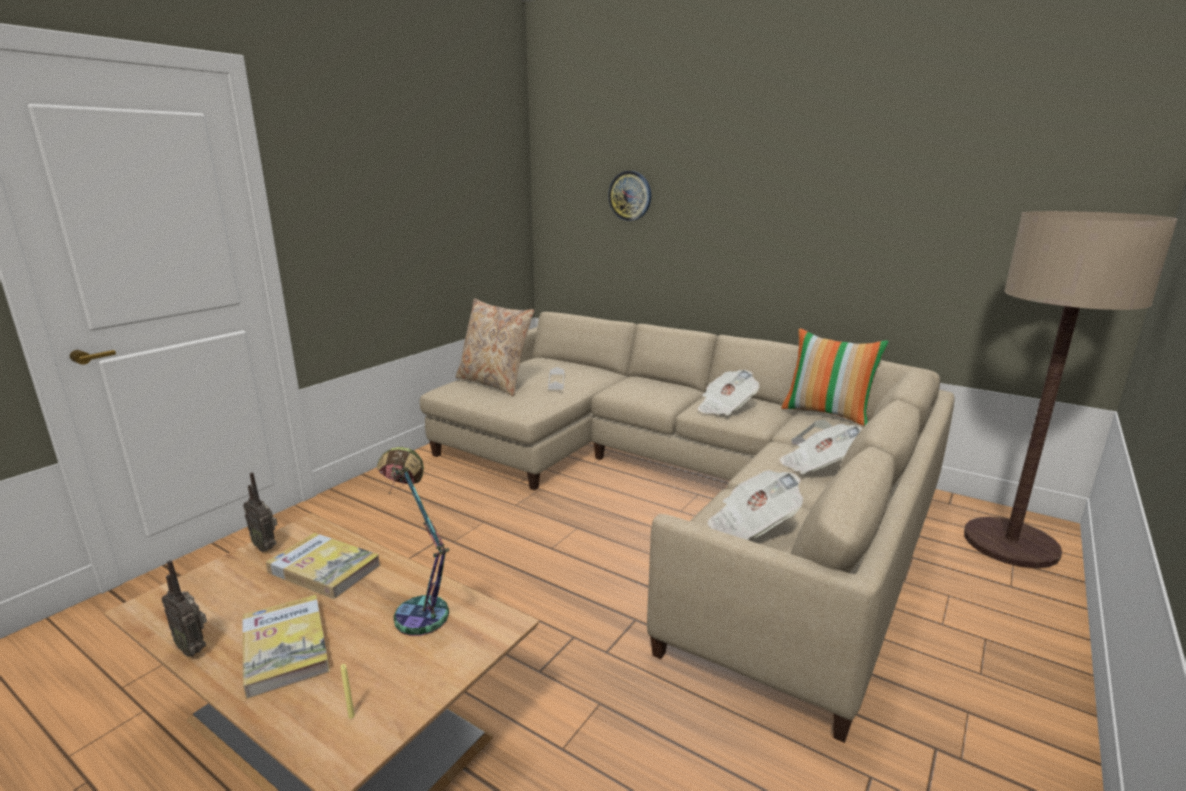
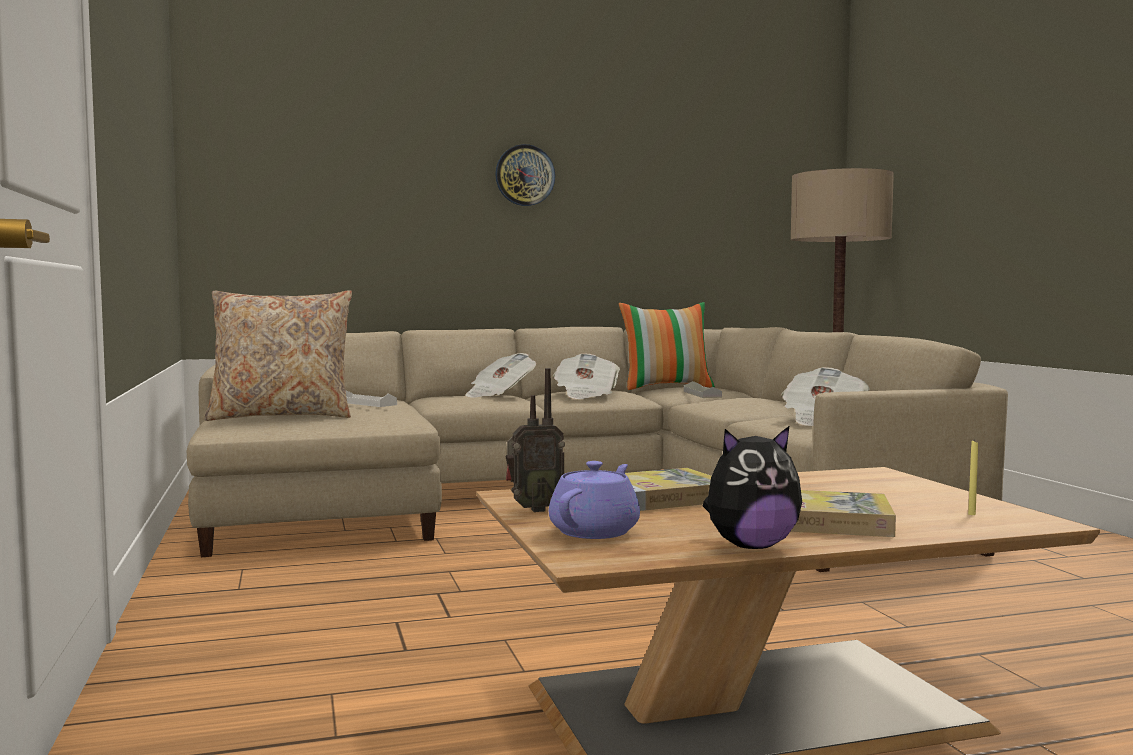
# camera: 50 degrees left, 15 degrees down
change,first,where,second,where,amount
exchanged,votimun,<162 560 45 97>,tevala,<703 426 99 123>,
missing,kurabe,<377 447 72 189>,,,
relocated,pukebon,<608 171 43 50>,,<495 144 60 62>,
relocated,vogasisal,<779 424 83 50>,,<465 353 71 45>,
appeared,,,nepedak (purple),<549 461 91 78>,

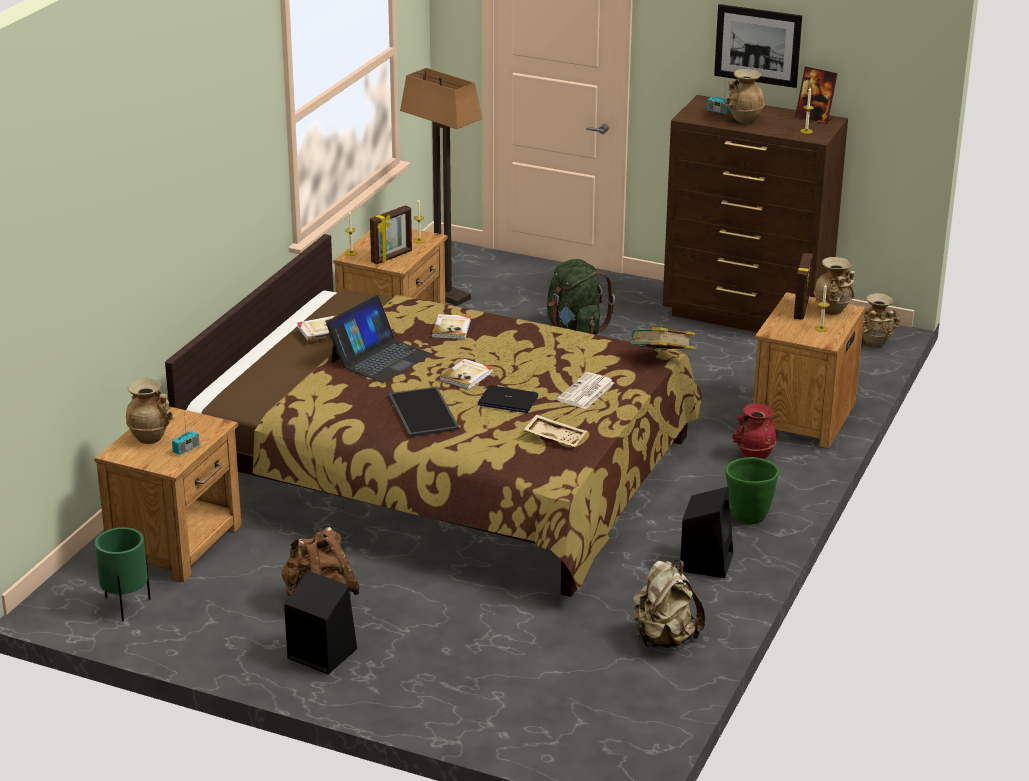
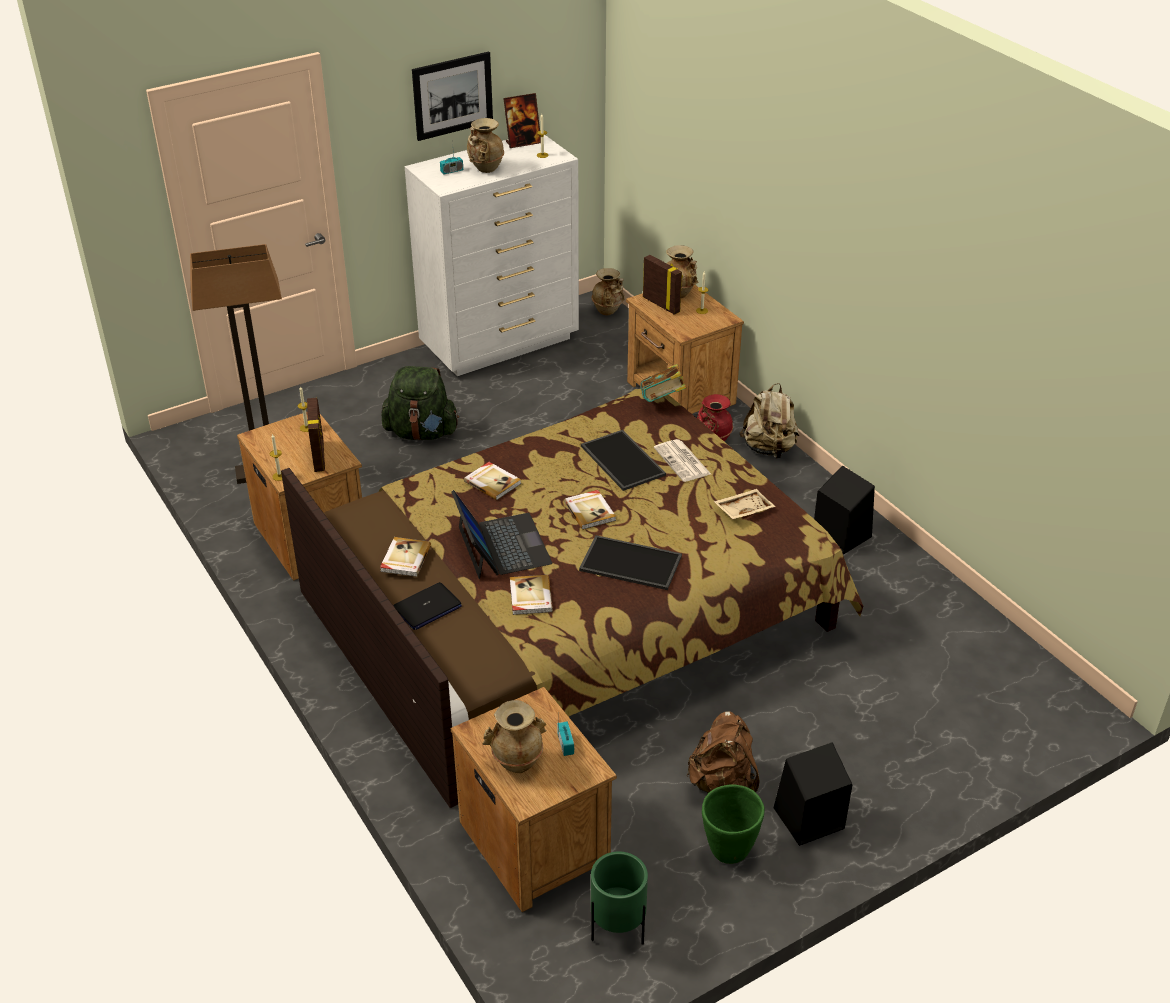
# camera: 55 degrees left, 10 degrees up
change,first,where,second,where,amount
relocated,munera,<478 385 60 28>,,<393 582 69 48>,
relocated,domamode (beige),<633 560 72 88>,,<739 383 60 76>,
colour,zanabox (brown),<663 95 185 237>,zanabox (white),<405 135 174 241>,
relocated,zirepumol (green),<726 457 53 67>,,<702 785 63 79>,
appeared,,,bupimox,<510 575 43 40>,
appeared,,,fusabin,<581 430 85 61>,

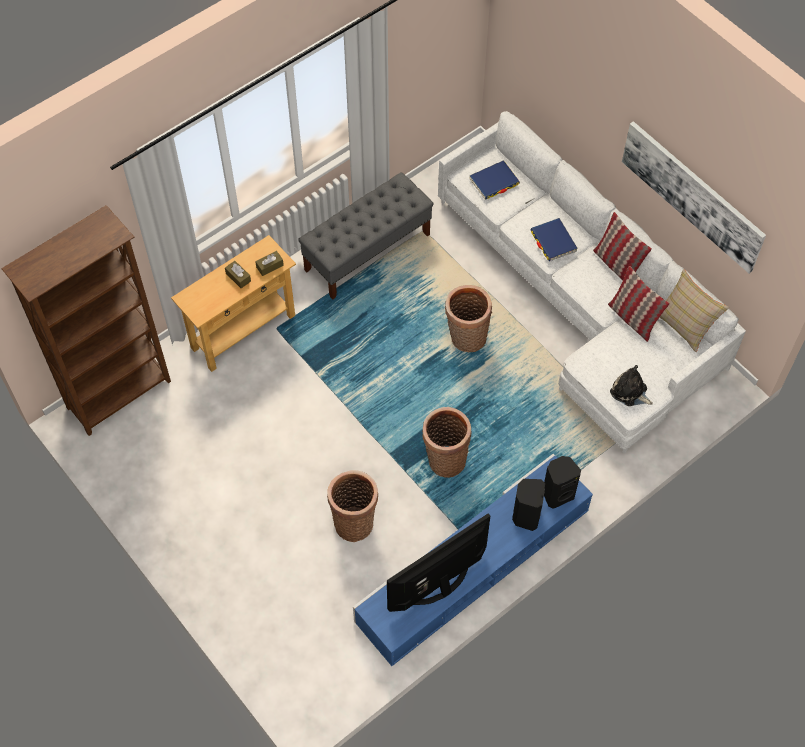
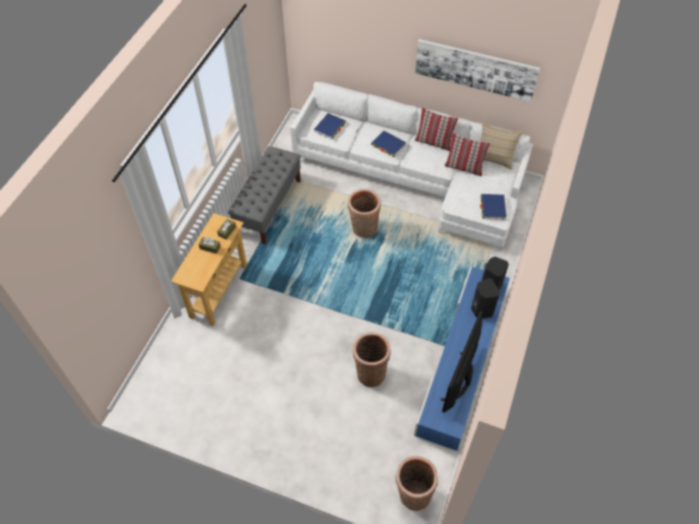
# camera: 30 degrees left, 5 degrees down
change,first,where,second,where,amount
missing,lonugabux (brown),<1 205 170 231>,,,
relocated,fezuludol,<422 407 49 71>,,<395 456 43 55>,
exchanged,tevala,<610 365 43 41>,bupimox (blue),<480 194 26 26>,

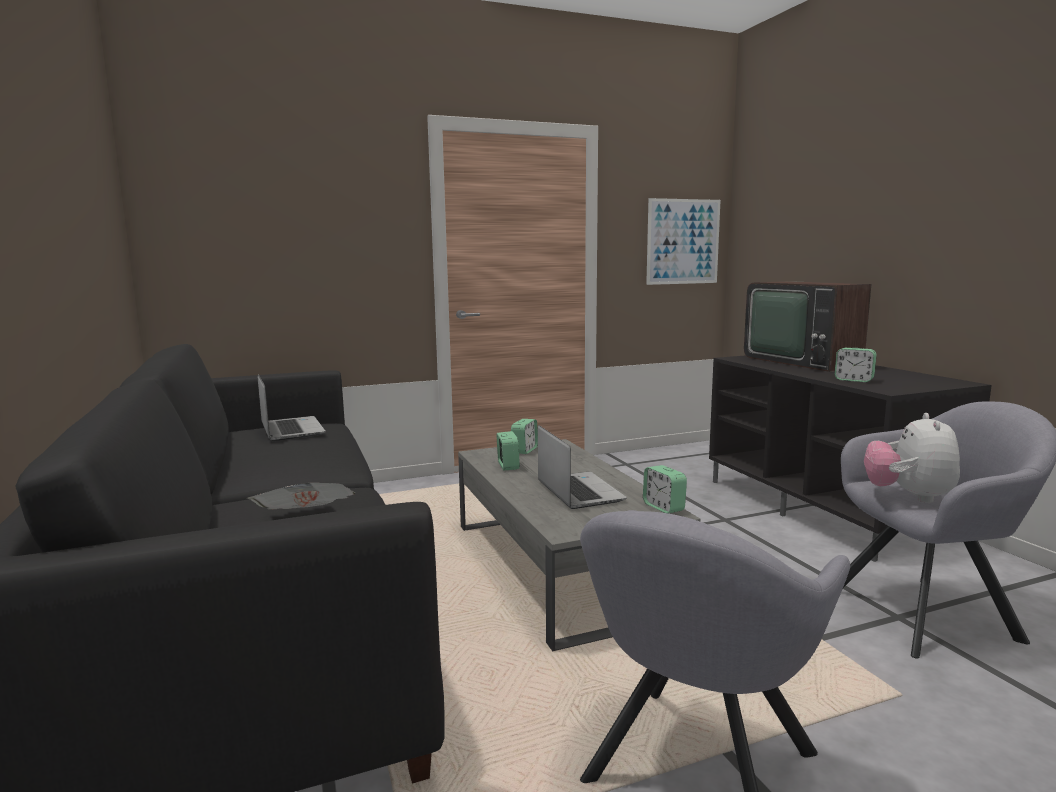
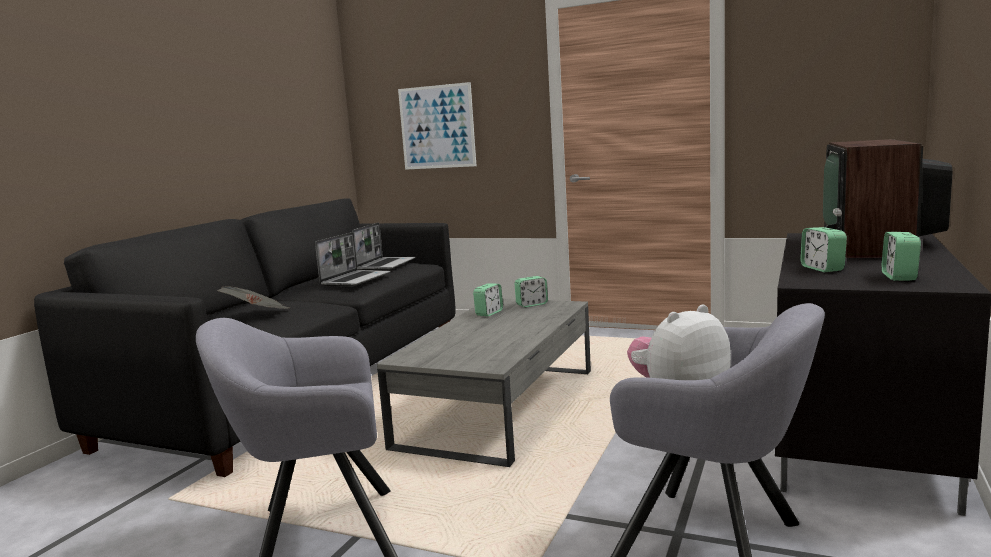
# camera: 45 degrees right, 0 degrees up
change,first,where,second,where,amount
relocated,munera,<538 425 89 84>,,<315 232 75 54>,
relocated,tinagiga,<643 465 44 49>,,<881 232 40 49>,
relocated,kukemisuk,<646 198 75 87>,,<398 82 78 88>,

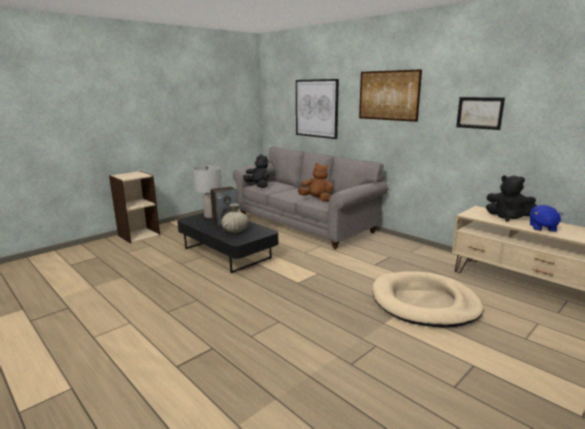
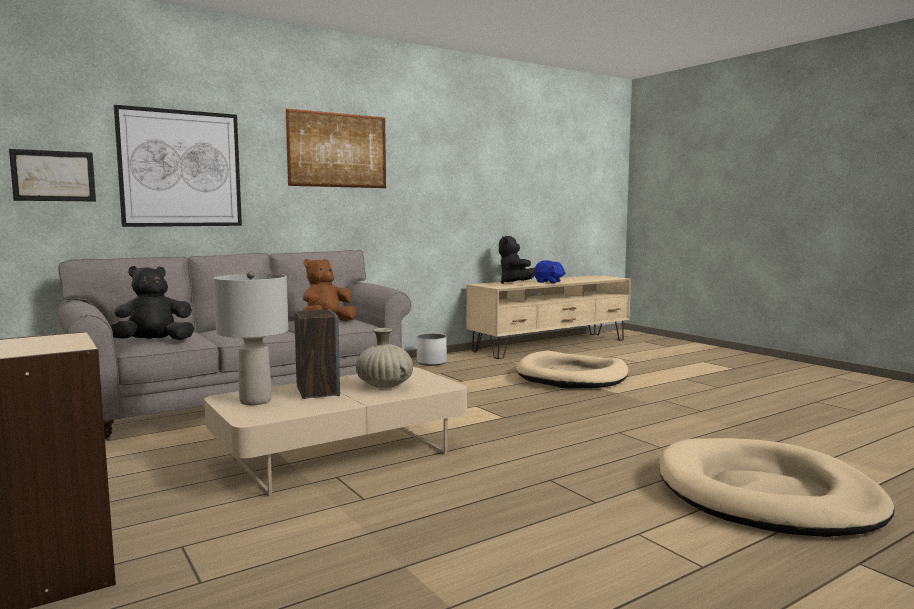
# camera: 80 degrees left, 10 degrees down
change,first,where,second,where,amount
colour,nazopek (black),<177 213 101 60>,nazopek (beige),<204 367 263 130>,
relocated,kukemisuk,<456 97 49 33>,,<9 149 87 52>,
spun,tevala (black),<486 175 51 47>,,<499 235 37 49>,120 degrees clockwise
appeared,,,zirepumol (white),<417 334 30 32>,
appeared,,,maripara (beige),<659 438 236 99>,

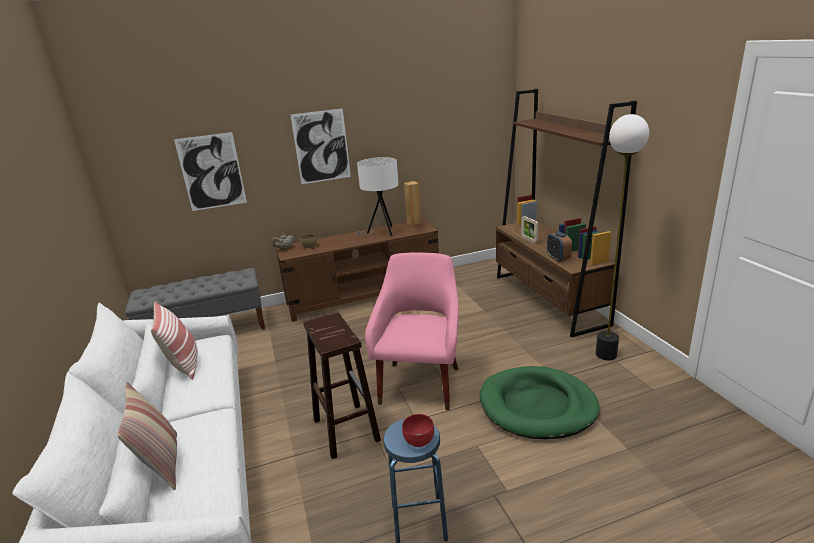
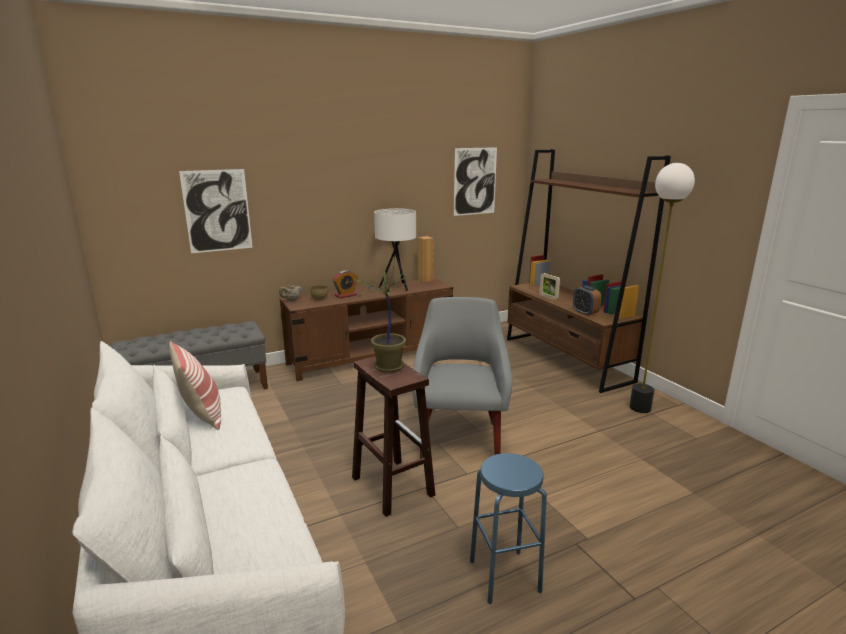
# camera: 10 degrees left, 5 degrees down
change,first,where,second,where,amount
missing,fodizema,<117 382 60 108>,,,
relocated,kukemisuk,<290 108 61 76>,,<454 147 43 69>,
colour,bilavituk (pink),<365 252 94 158>,bilavituk (grey),<412 297 101 162>,
missing,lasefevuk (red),<402 414 32 33>,,,
missing,maripara (green),<480 366 120 73>,,,
appeared,,,tinagiga,<333 270 25 28>,
appeared,,,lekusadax,<353 271 67 102>,

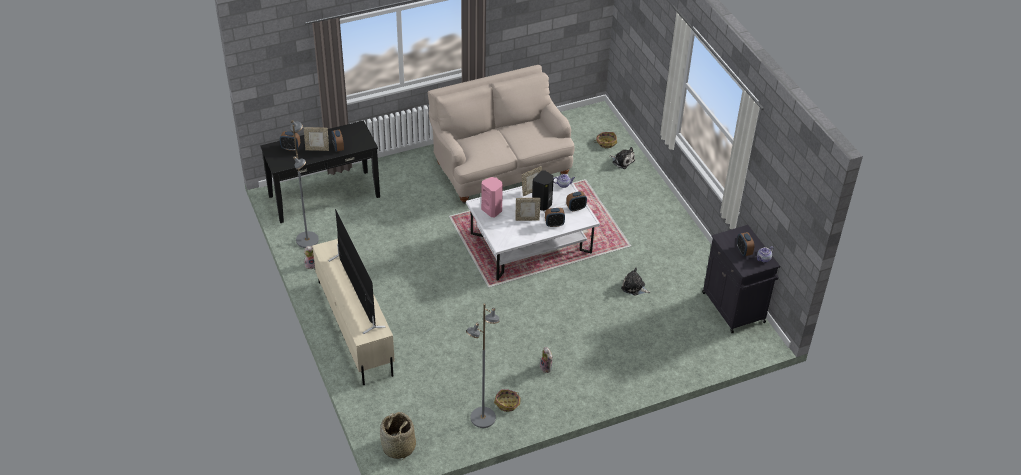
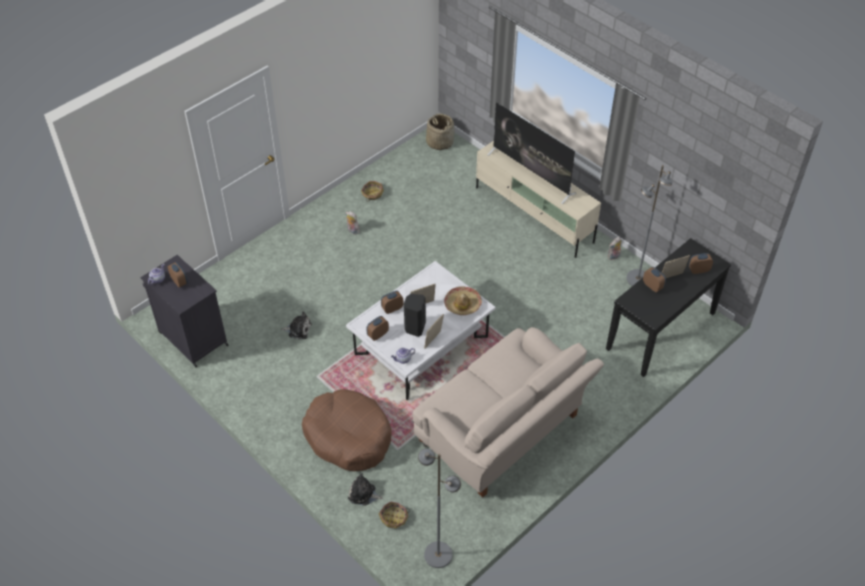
# camera: 160 degrees right, 5 degrees up
change,first,where,second,where,amount
relocated,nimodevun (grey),<466 304 33 124>,,<418 448 43 120>,
exchanged,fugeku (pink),<481 177 22 40>,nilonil,<444 286 38 29>,
appeared,,,maripara (brown),<302 389 90 82>,

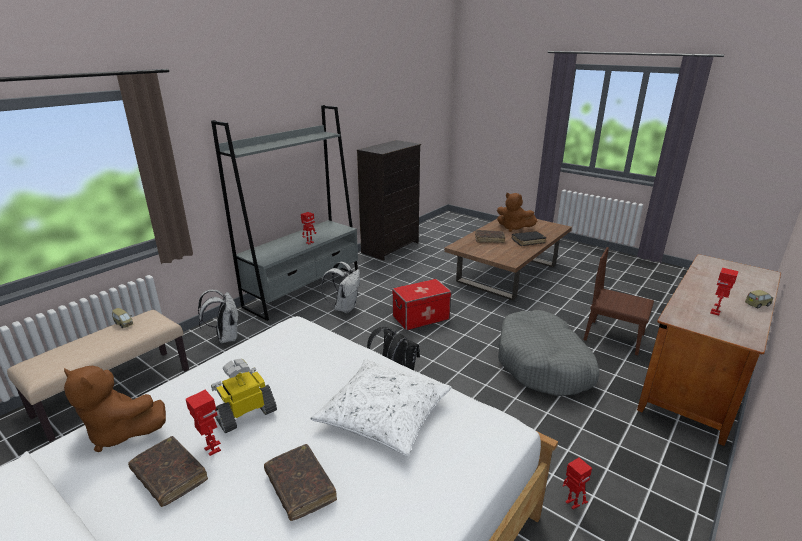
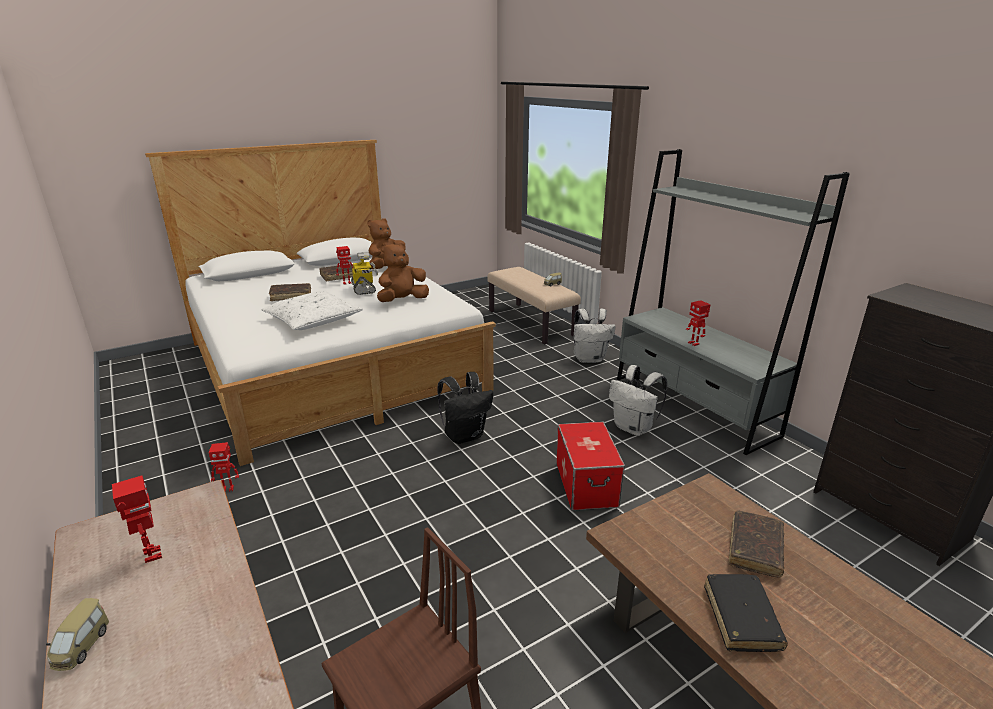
# camera: 110 degrees right, 0 degrees up
change,first,where,second,where,amount
relocated,tevala (brown),<497 193 40 39>,,<377 242 52 60>,
missing,maripara (grey),<498 310 101 86>,,,

